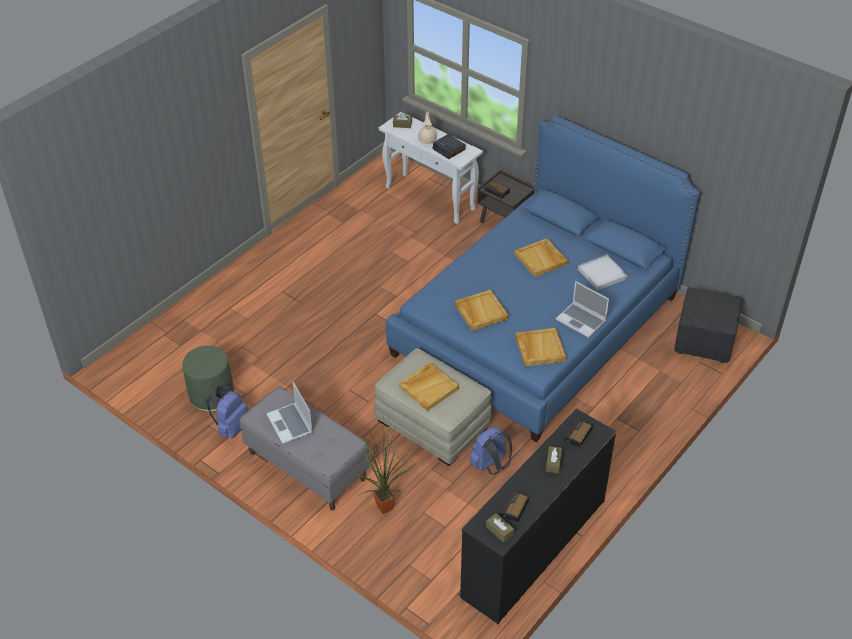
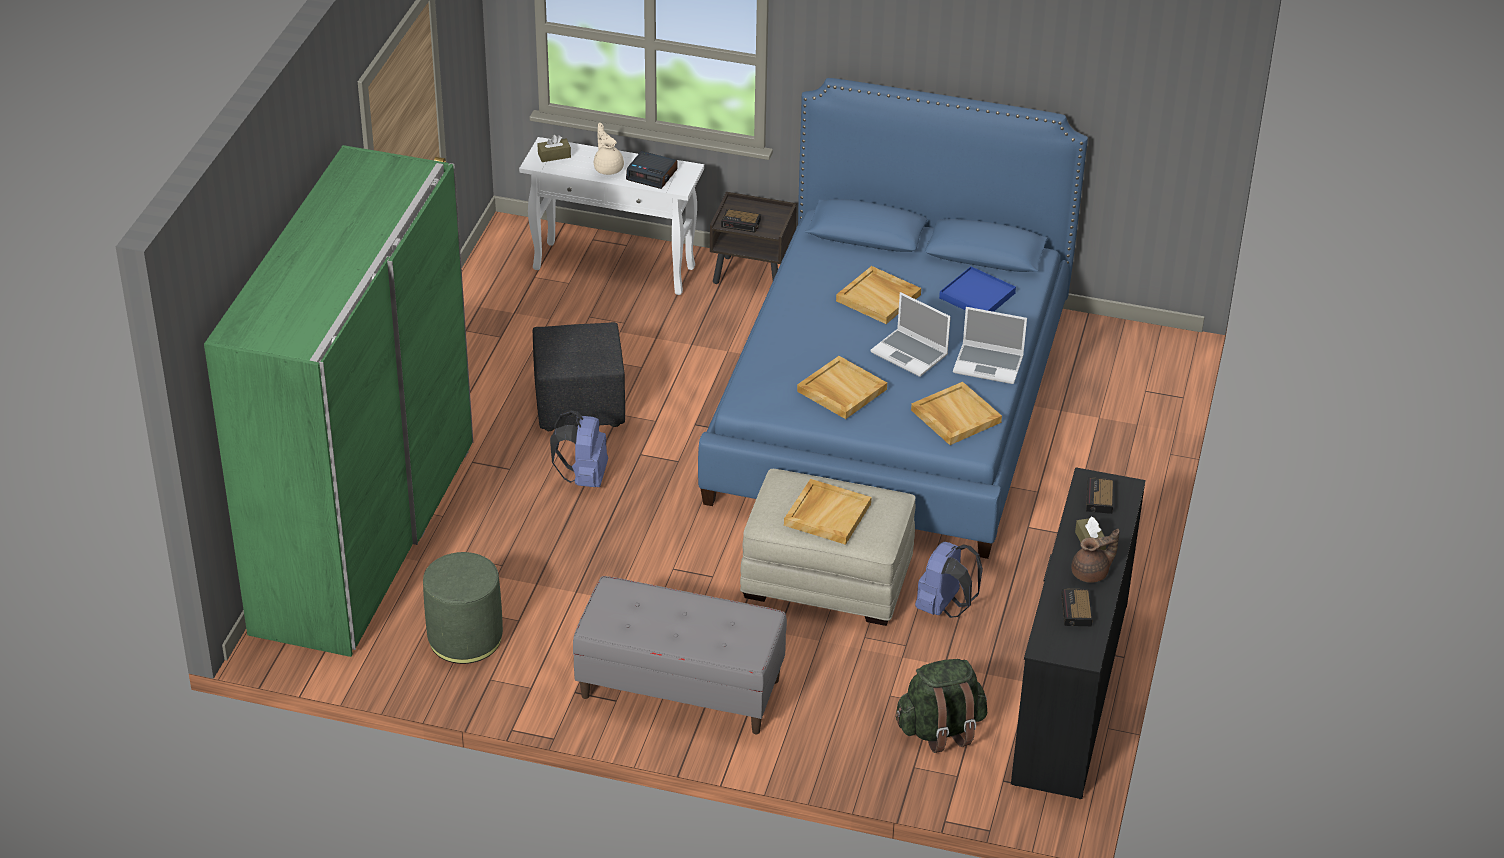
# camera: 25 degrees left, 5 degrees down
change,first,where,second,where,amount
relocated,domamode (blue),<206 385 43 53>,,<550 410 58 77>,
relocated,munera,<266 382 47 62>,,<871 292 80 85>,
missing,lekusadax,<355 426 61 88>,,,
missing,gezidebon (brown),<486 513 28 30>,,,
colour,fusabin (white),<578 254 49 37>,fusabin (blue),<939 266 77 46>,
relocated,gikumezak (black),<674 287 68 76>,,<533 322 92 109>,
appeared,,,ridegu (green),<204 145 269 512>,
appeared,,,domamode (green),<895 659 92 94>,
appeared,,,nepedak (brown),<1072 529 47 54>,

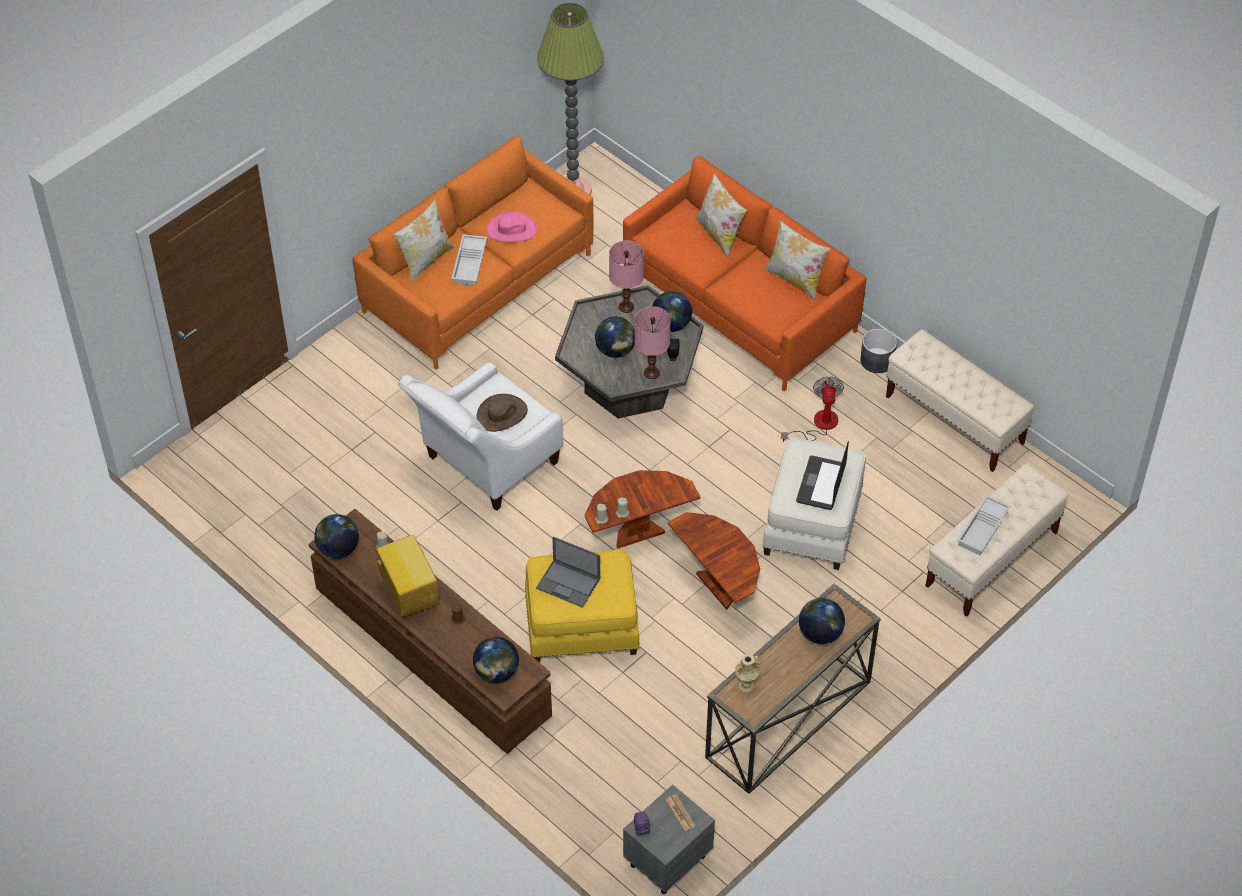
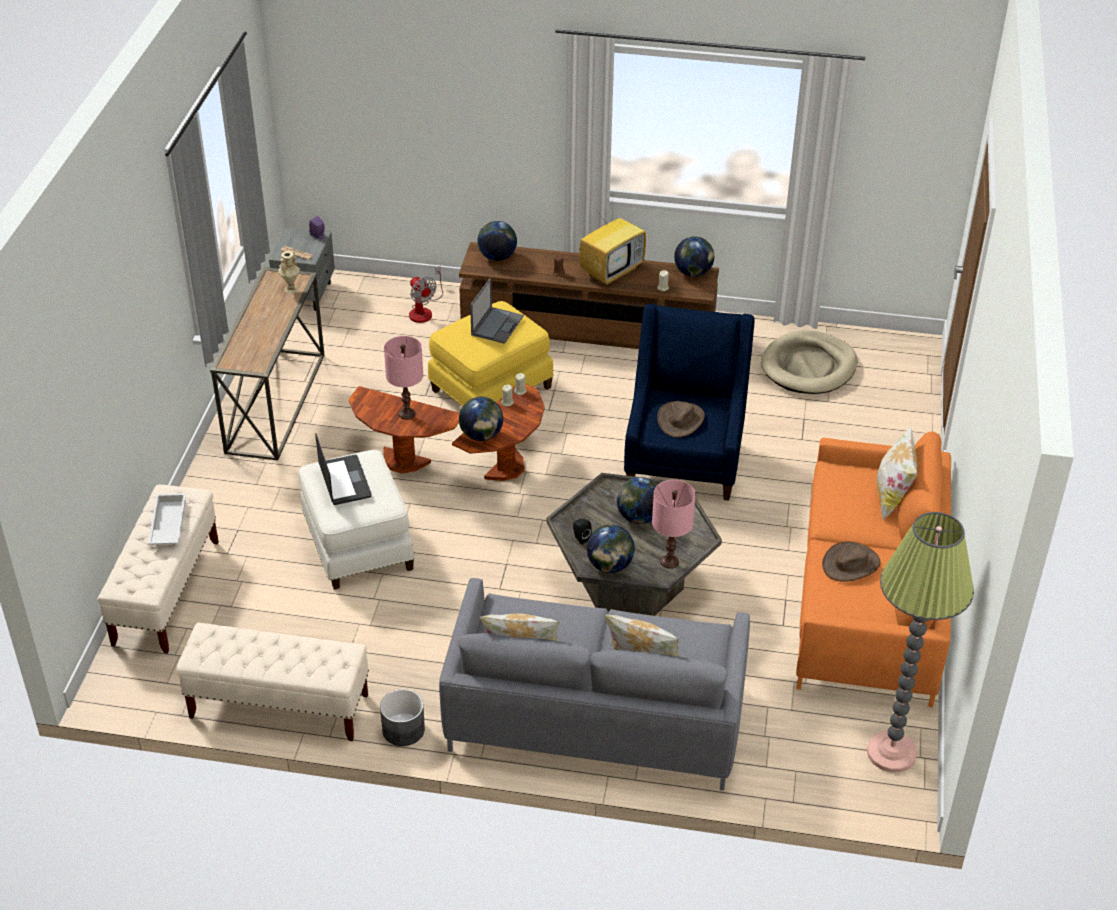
# camera: 145 degrees right, 10 degrees down
change,first,where,second,where,amount
spun,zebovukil,<375 535 64 82>,,<579 202 67 84>,75 degrees counterclockwise
colour,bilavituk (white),<398 362 165 149>,bilavituk (blue),<624 304 131 197>,
missing,fusabin (white),<451 234 36 52>,,,
colour,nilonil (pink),<486 211 51 31>,nilonil (brown),<822 541 59 41>,
spun,munera,<536 536 64 72>,,<470 278 54 66>,120 degrees clockwise
colour,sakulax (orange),<623 156 244 235>,sakulax (grey),<439 578 311 213>,
relocated,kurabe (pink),<635 306 36 73>,,<384 336 39 84>,
relocated,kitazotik,<781 376 63 66>,,<409 266 34 57>,
relocated,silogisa,<799 598 46 46>,,<459 397 44 44>,
appeared,,,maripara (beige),<761 330 96 64>,

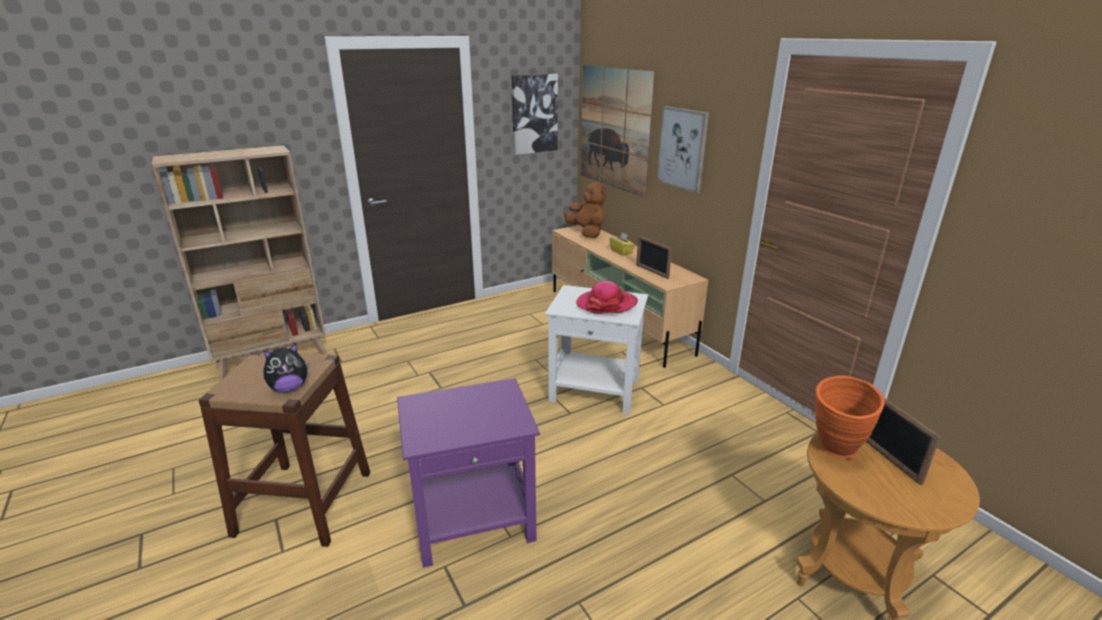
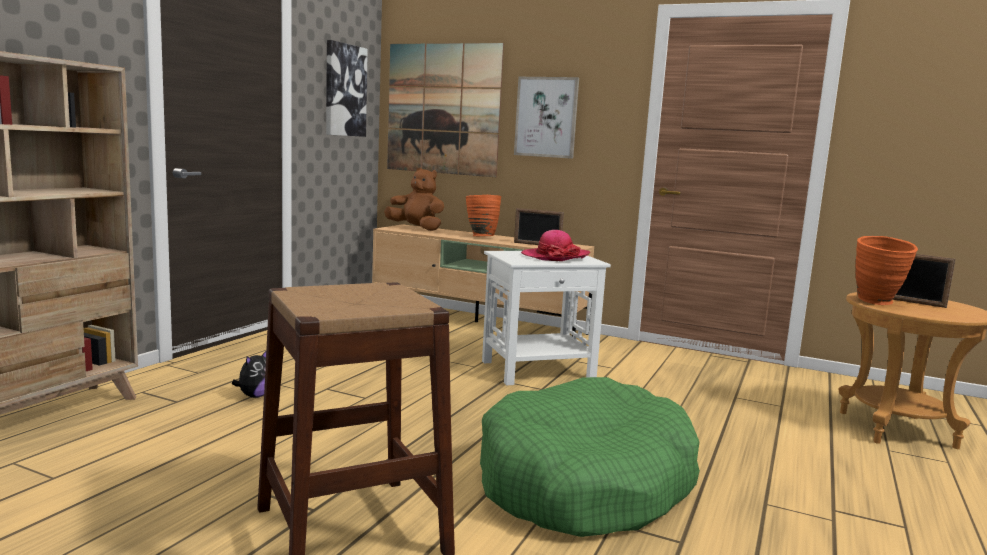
# camera: 35 degrees left, 15 degrees down
change,first,where,second,where,amount
relocated,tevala,<263 343 46 49>,,<232 351 34 47>,
exchanged,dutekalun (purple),<397 378 143 190>,maripara (green),<480 377 220 160>,
exchanged,gezidebon (yellow),<609 232 26 24>,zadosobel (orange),<466 195 35 41>,

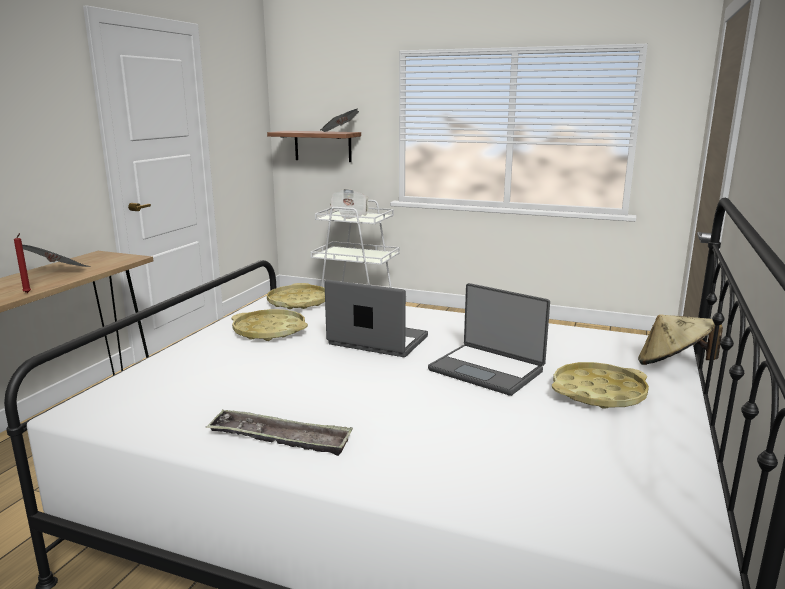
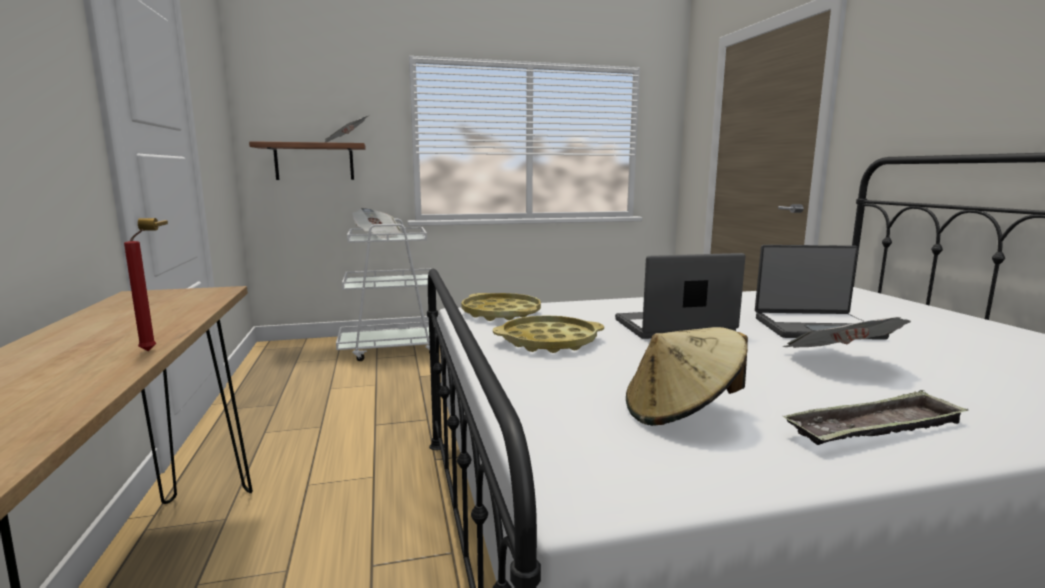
# camera: 35 degrees left, 5 degrees down
change,first,where,second,where,amount
relocated,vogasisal,<22 245 69 22>,,<783 317 128 31>,
missing,fusabin (yellow),<552 362 97 47>,,,
relocated,nilonil (beige),<638 314 85 51>,,<626 327 122 99>,

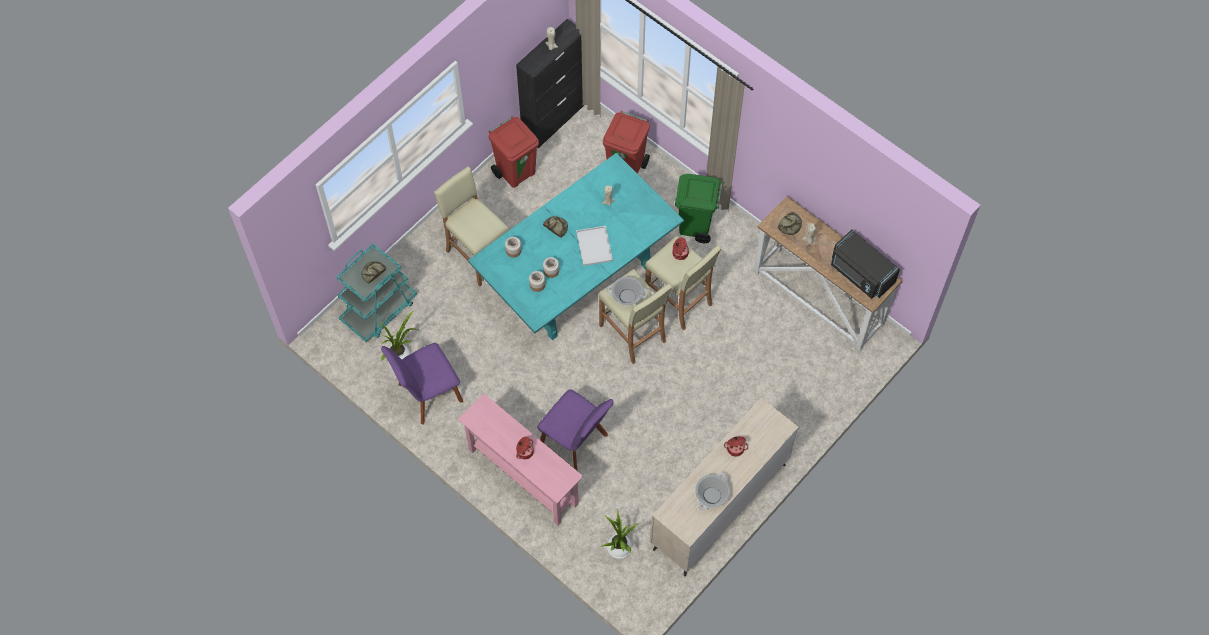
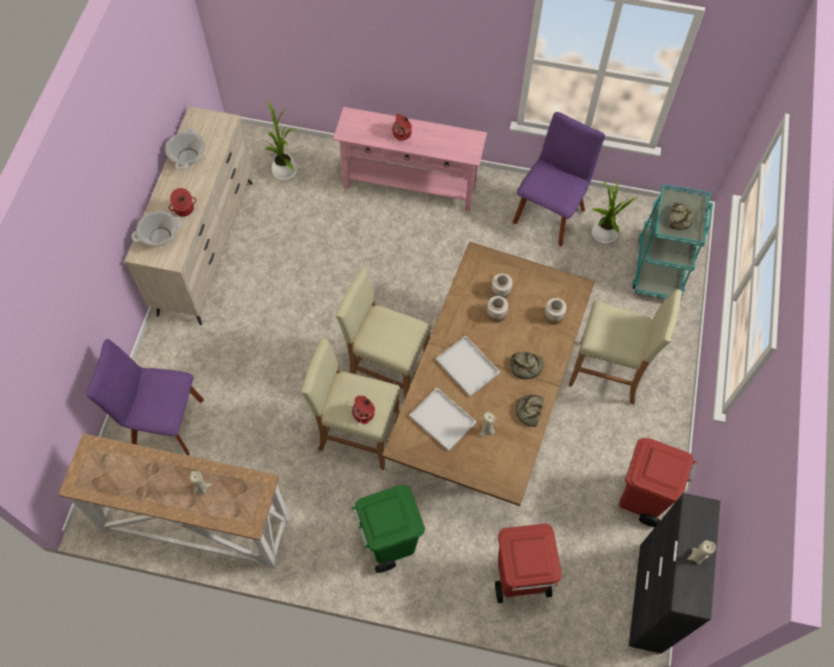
# camera: 150 degrees right, 0 degrees up
change,first,where,second,where,amount
colour,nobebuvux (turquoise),<468 153 216 187>,nobebuvux (brown),<382 242 213 264>,
relocated,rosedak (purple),<537 389 77 81>,,<86 339 118 116>,
relocated,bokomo,<607 276 42 29>,,<132 211 51 35>,
relocated,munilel,<778 212 24 23>,,<515 395 29 32>,
missing,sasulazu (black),<831 230 69 69>,,,
appeared,,,fusabin (white),<409 388 67 63>,

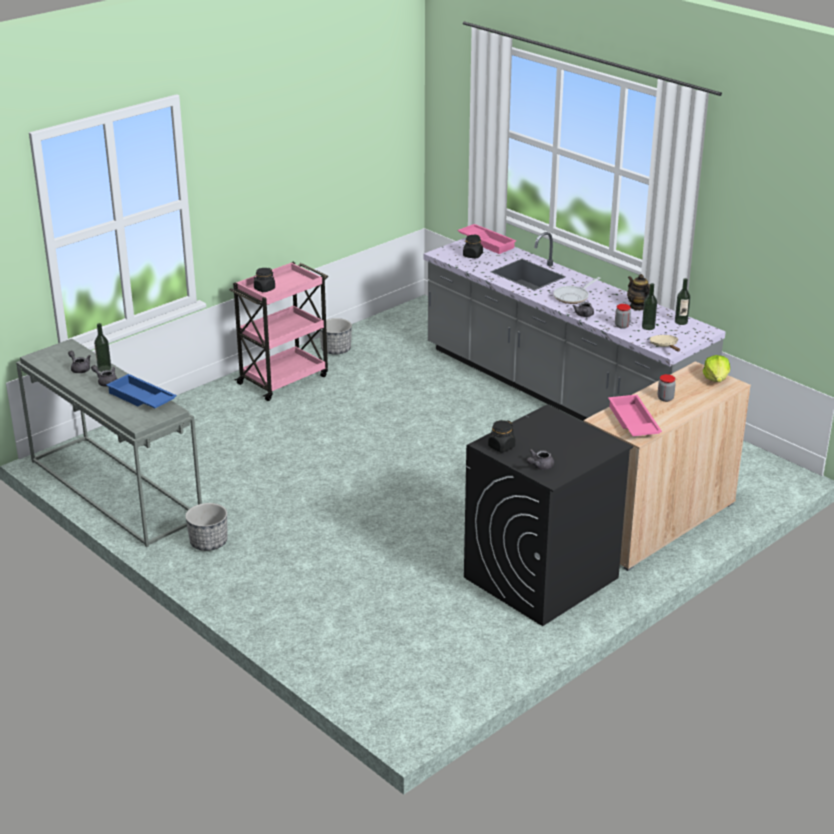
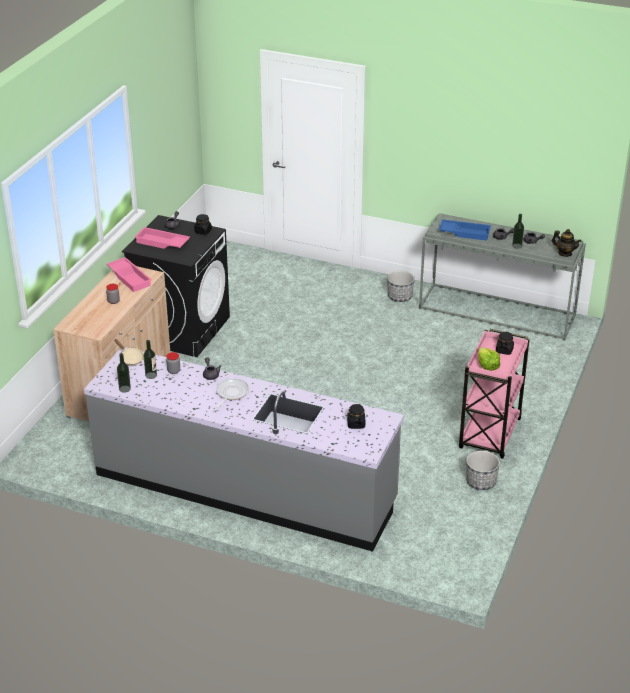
# camera: 155 degrees right, 5 degrees up
change,first,where,second,where,amount
relocated,fusabin (pink),<457 224 59 30>,,<134 227 56 22>,
relocated,nepedak,<627 274 23 36>,,<552 229 29 28>,
relocated,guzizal,<703 355 27 27>,,<478 347 23 24>,

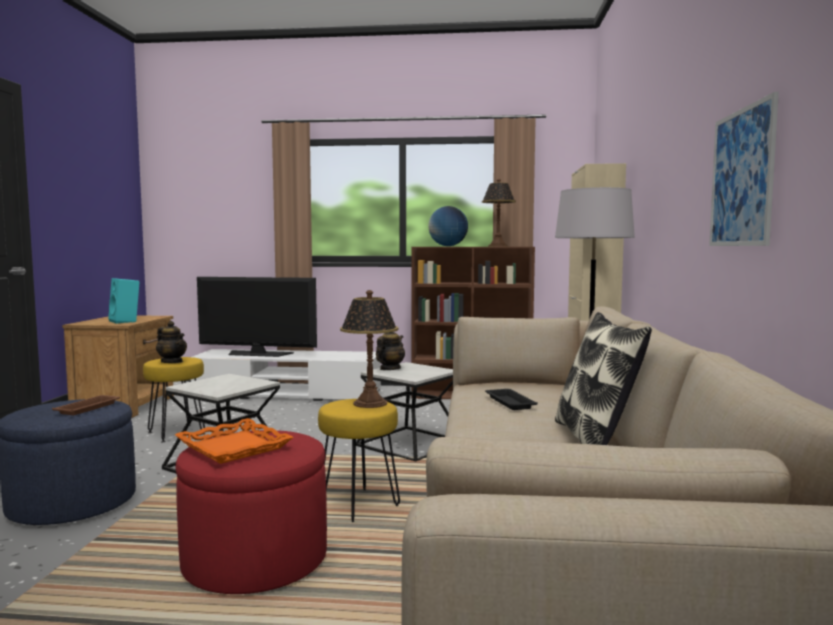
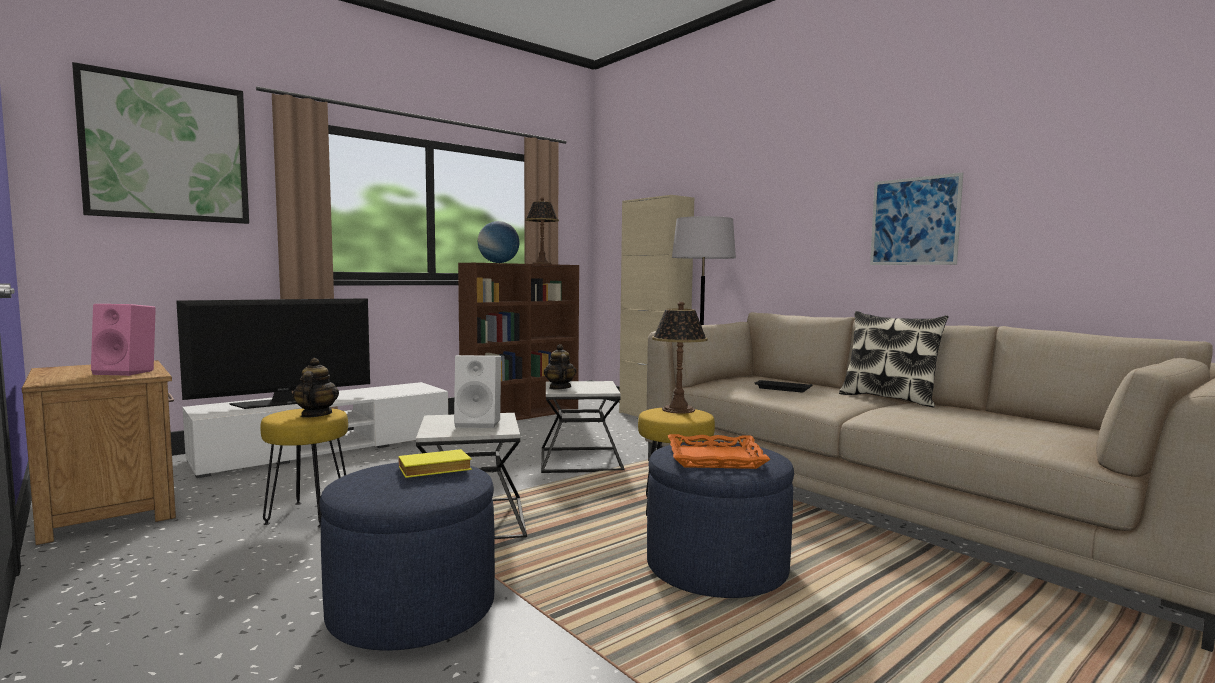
# camera: 45 degrees left, 0 degrees up
change,first,where,second,where,amount
exchanged,fusabin (brown),<52 395 68 20>,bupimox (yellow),<399 449 73 29>,
colour,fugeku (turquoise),<108 278 32 46>,fugeku (pink),<91 304 65 72>,
spun,nepedak,<156 321 31 42>,,<293 358 46 60>,90 degrees counterclockwise
colour,gikumezak (red),<175 430 152 164>,gikumezak (blue),<647 441 147 157>,
appeared,,,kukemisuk,<72 62 177 162>,
appeared,,,fugeku (white),<454 355 47 73>,

